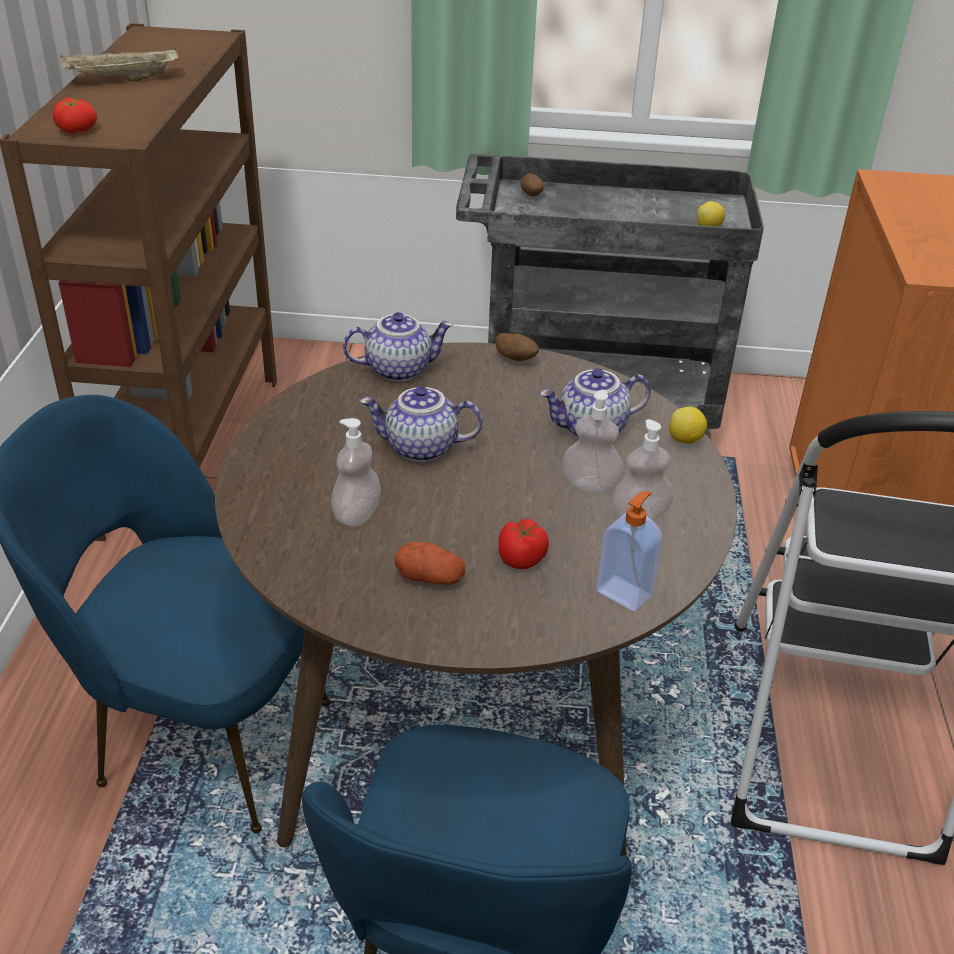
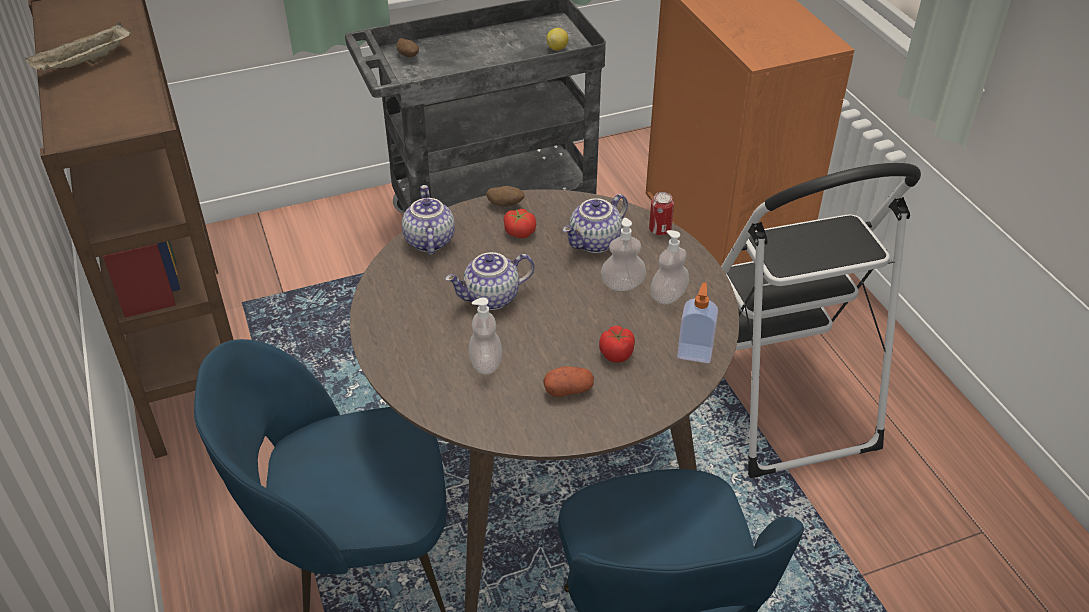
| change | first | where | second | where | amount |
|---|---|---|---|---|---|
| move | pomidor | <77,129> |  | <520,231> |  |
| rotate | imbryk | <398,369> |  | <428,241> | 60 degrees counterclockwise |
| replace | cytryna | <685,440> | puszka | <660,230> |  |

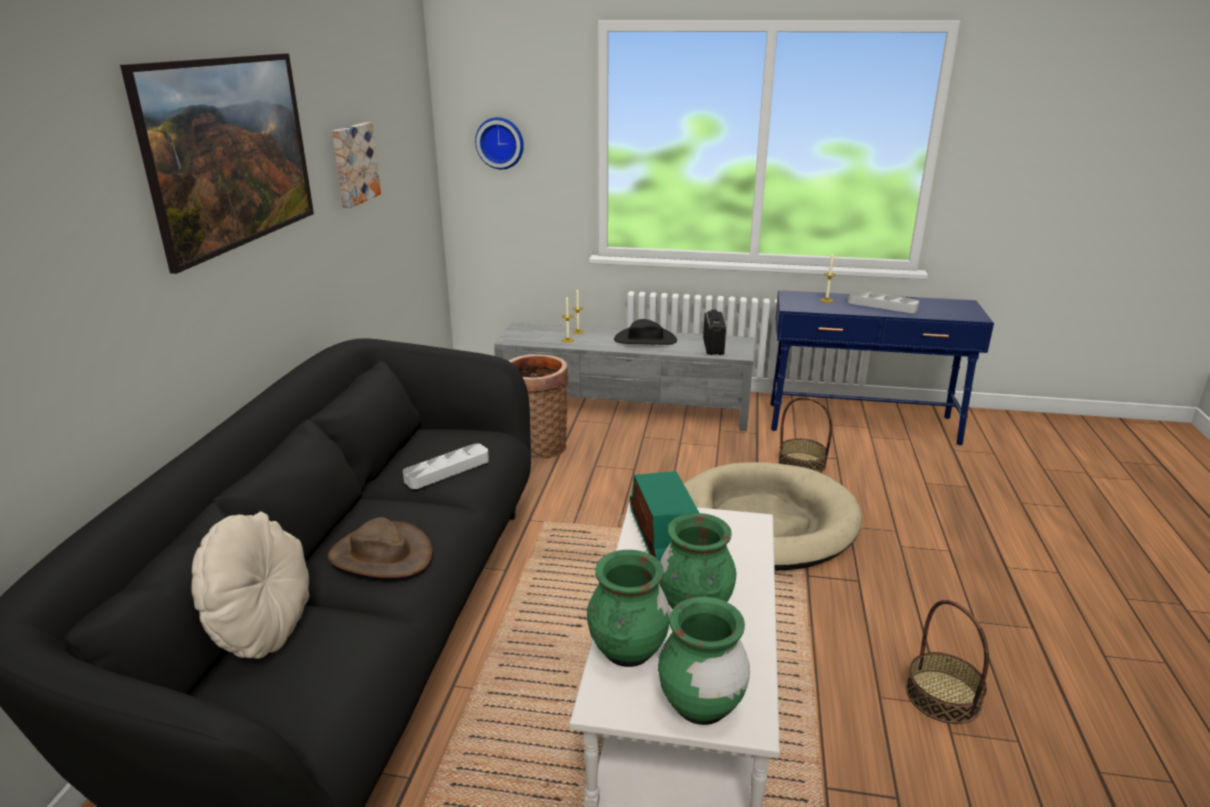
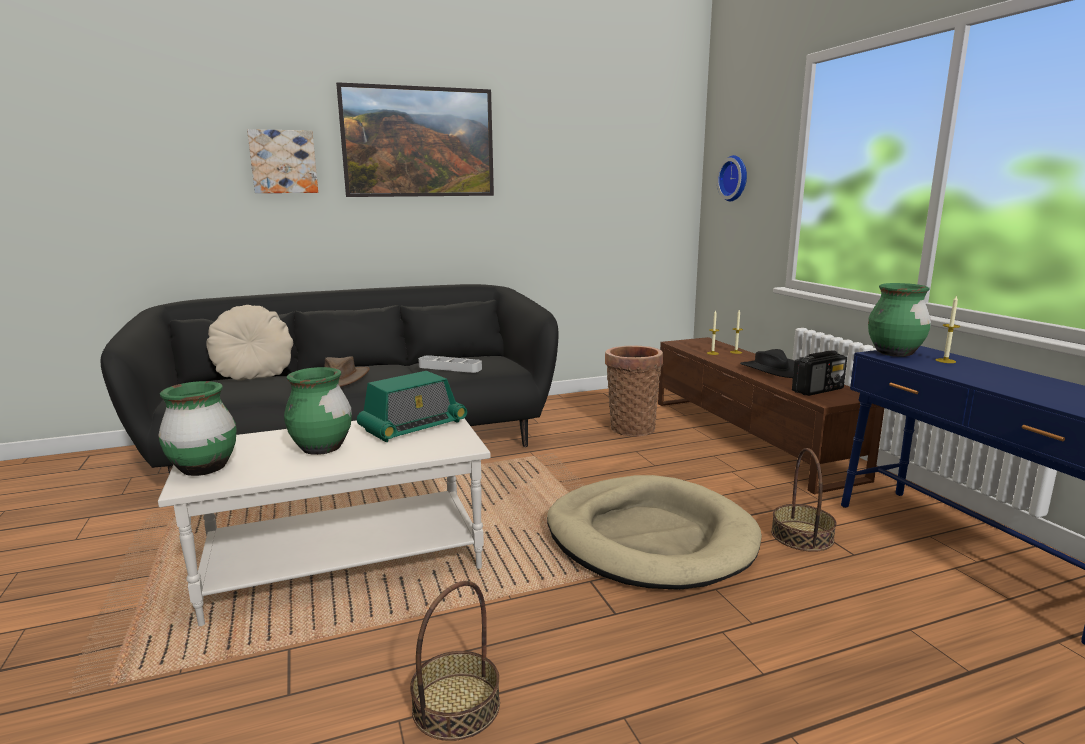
| change | first | where | second | where | amount |
|---|---|---|---|---|---|
| move | obraz | <353,164> |  | <283,162> |  |
| delete | taca/szary | <882,305> |  |  |  |
| recolor | szafka pod telewizor/szary | <625,408> | szafka pod telewizor/brązowy | <749,437> |  |
| move | wazon/zielony | <628,651> |  | <894,353> |  |

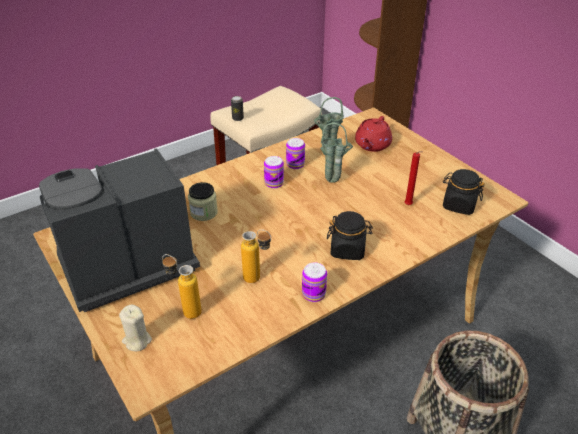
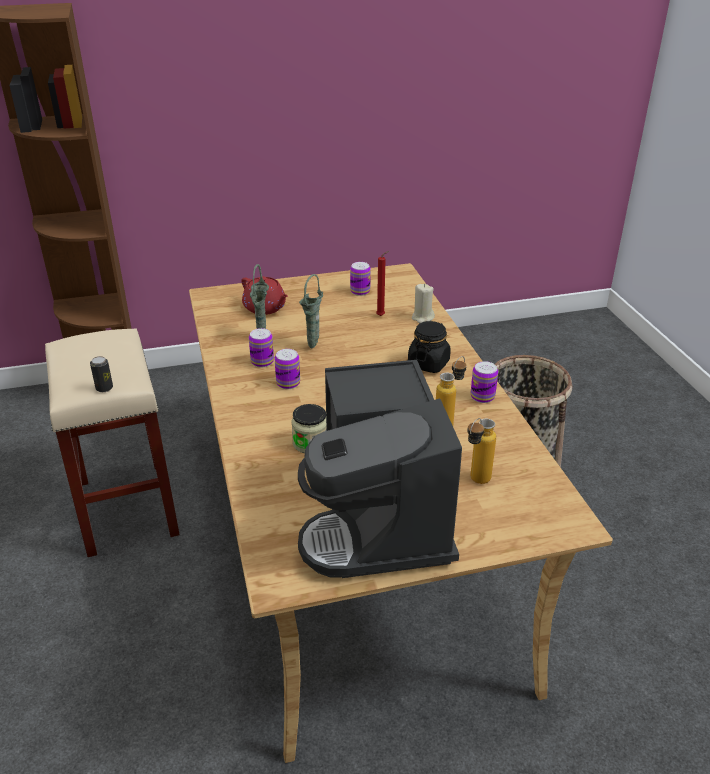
| change | first | where | second | where | amount |
|---|---|---|---|---|---|
| delete | słoik/czarny | <458,205> |  |  |  |
| move | świeca/beżowy | <137,340> |  | <422,317> |  |
| insert |  |  | puszka | <360,291> |  |

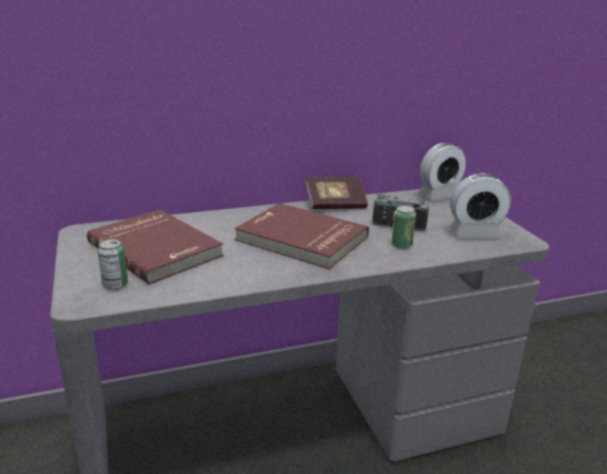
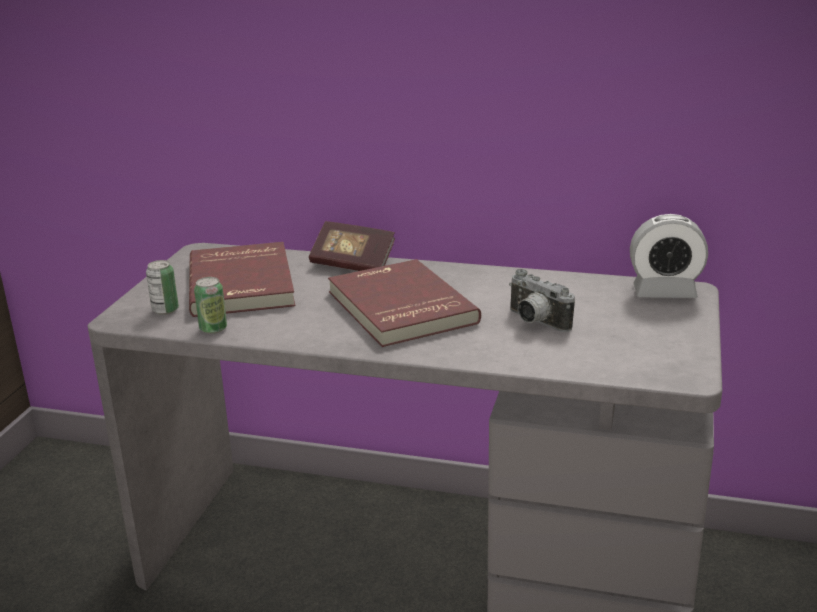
| change | first | where | second | where | amount |
|---|---|---|---|---|---|
| delete | budzik | <474,233> |  |  |  |
| move | książka | <335,205> |  | <353,264> |  |
| move | puszka | <401,245> |  | <213,329> |  |

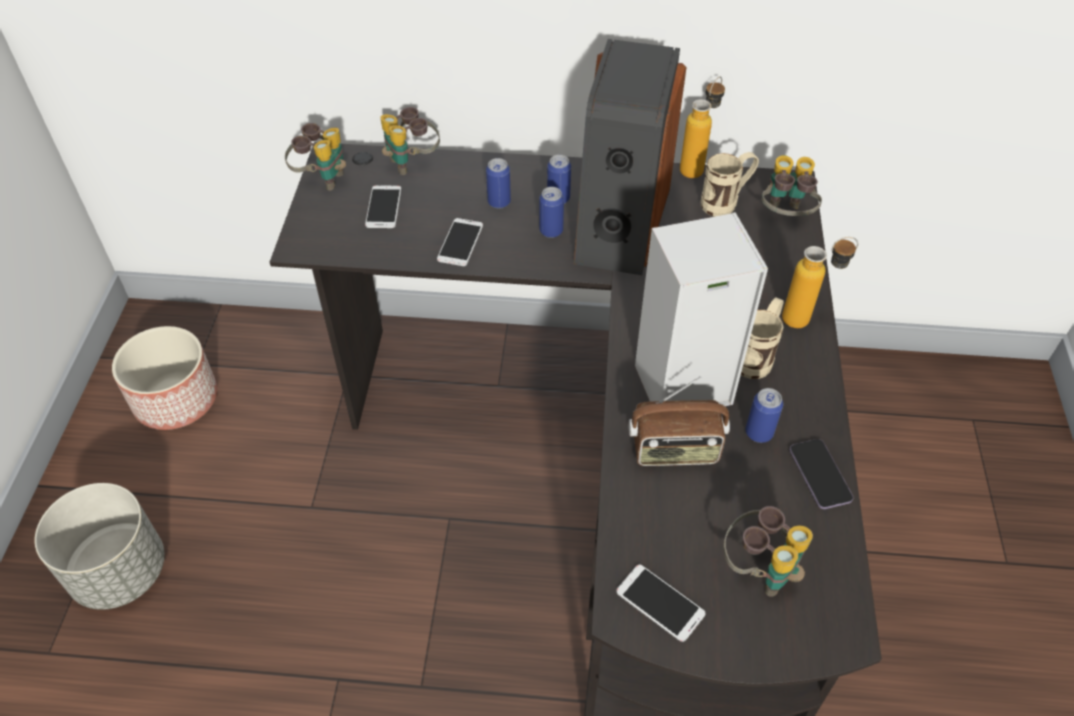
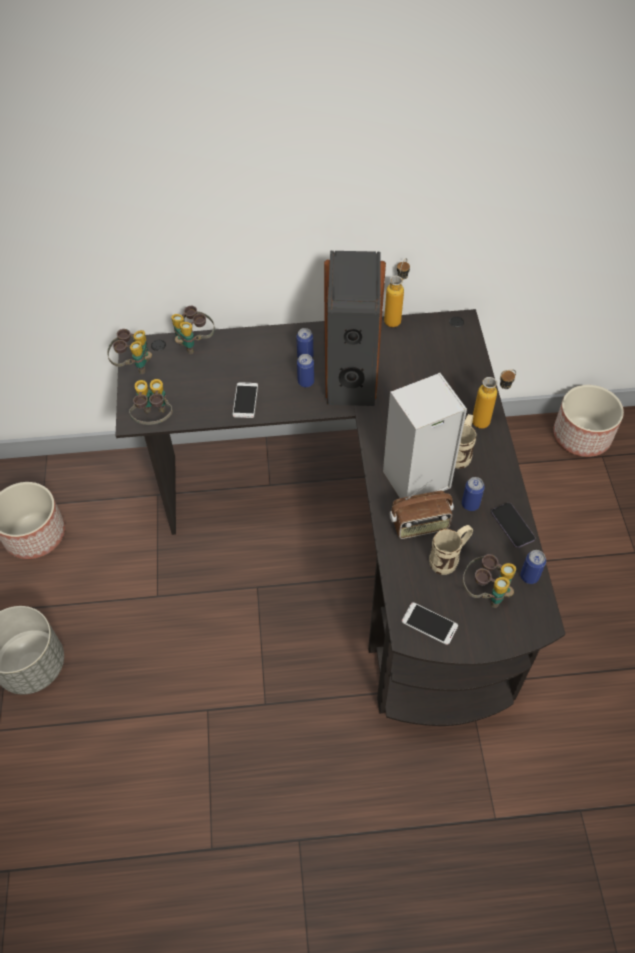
| change | first | where | second | where | amount |
|---|---|---|---|---|---|
| move | kubek/beżowy | <725,203> |  | <449,559> |  |
| move | lornetka | <784,216> |  | <154,419> |  |
| move | puszka | <499,202> |  | <529,576> |  |
| delete | telefon | <383,207> |  |  |  |
| insert |  |  | donica | <582,435> |  |

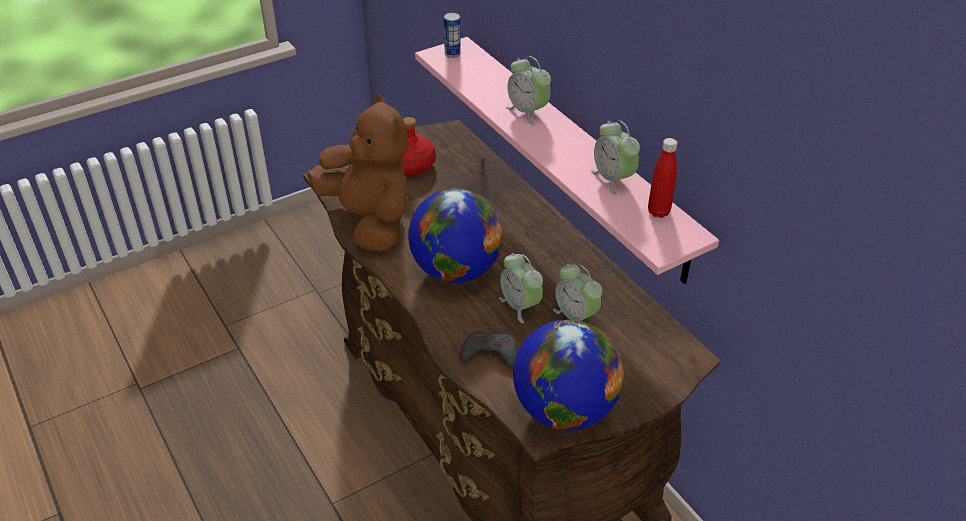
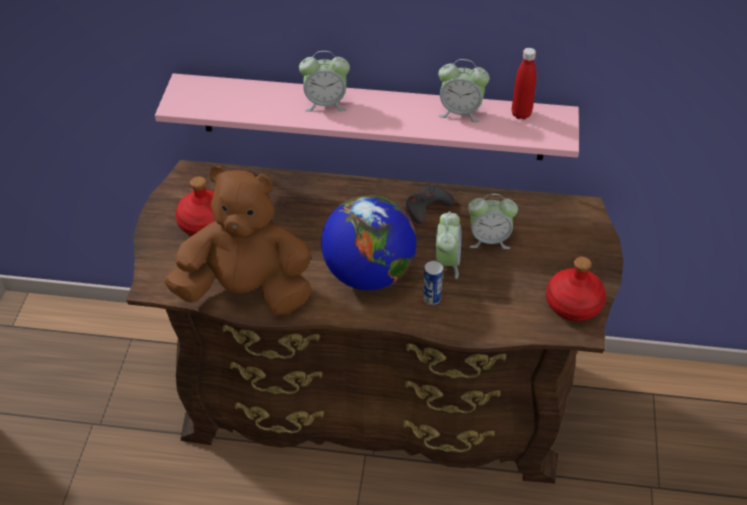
| change | first | where | second | where | amount |
|---|---|---|---|---|---|
| move | puszka | <452,54> |  | <431,299> |  |
| rotate | budzik | <520,306> |  | <447,262> | 90 degrees counterclockwise |
| replace | globus | <564,409> | butelka/czerwony | <574,304> |  |
| move | pad do gier/szary | <490,353> |  | <427,207> |  |

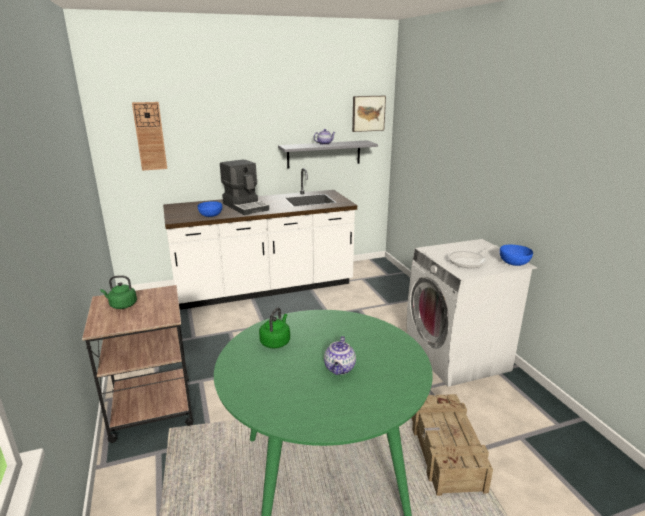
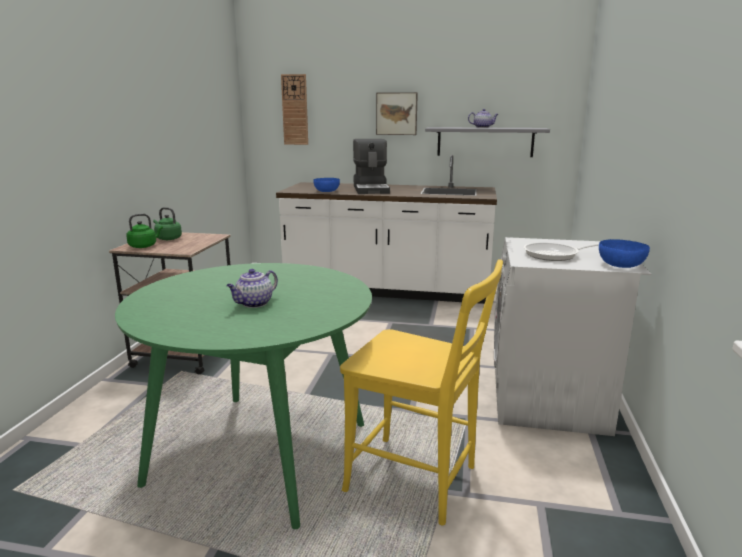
| change | first | where | second | where | amount |
|---|---|---|---|---|---|
| move | obraz | <368,113> |  | <396,113> |  |
| move | czajnik/zielony | <276,342> |  | <144,246> |  |
| replace | skrzynka | <445,452> | krzesło/żółty | <418,481> |  |

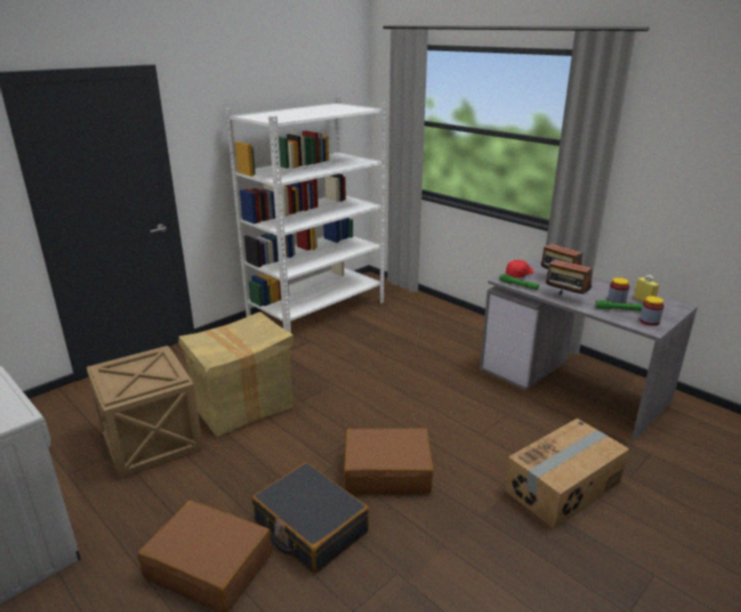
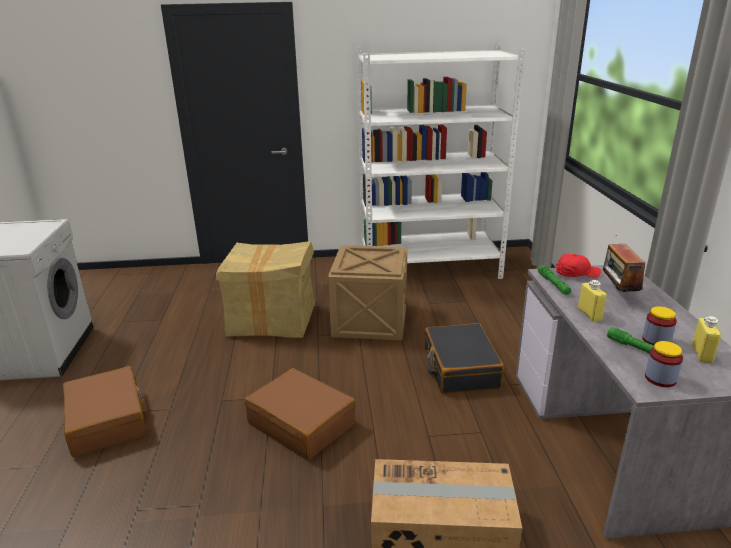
| change | first | where | second | where | amount |
|---|---|---|---|---|---|
| replace | radio | <565,298> | butelka/żółty | <589,314> |  |
| move | skrzynka | <151,439> |  | <370,320> |  |
| move | walizka/czarny | <310,527> |  | <460,368> |  |

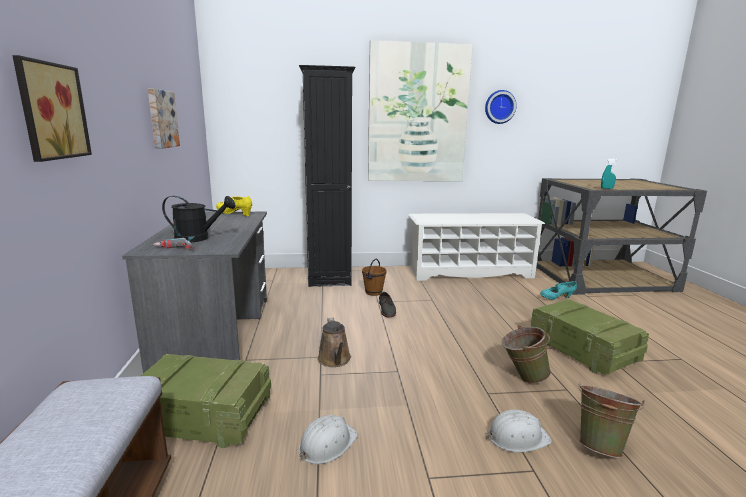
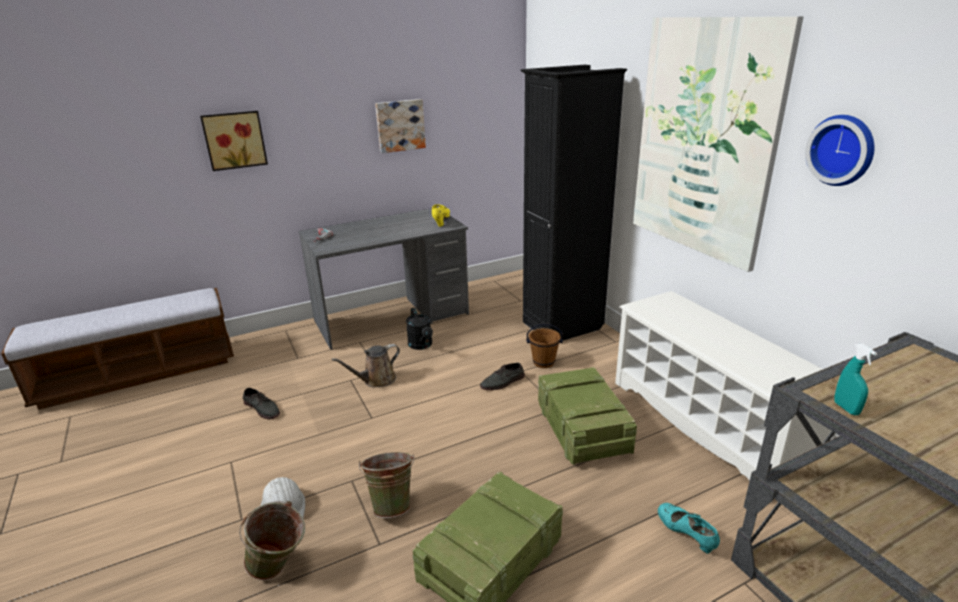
| change | first | where | second | where | amount |
|---|---|---|---|---|---|
| move | konewka/czarny | <198,238> |  | <421,345> |  |
| move | skrzynka | <203,418> |  | <583,431> |  |
| replace | kask/biały | <327,444> | but/szary | <262,408> |  |

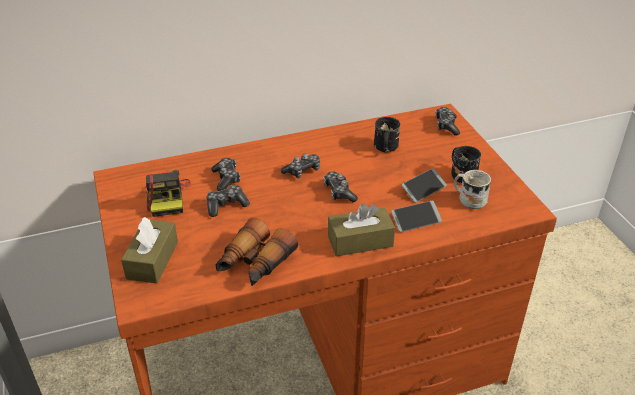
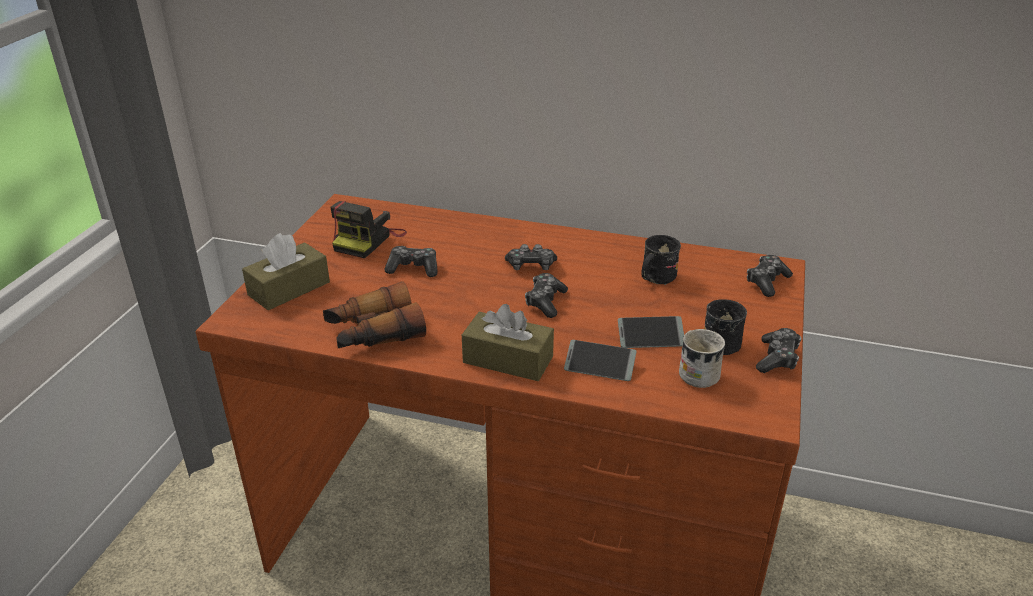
| change | first | where | second | where | amount |
|---|---|---|---|---|---|
| move | pad do gier | <226,179> |  | <777,358> |  |

